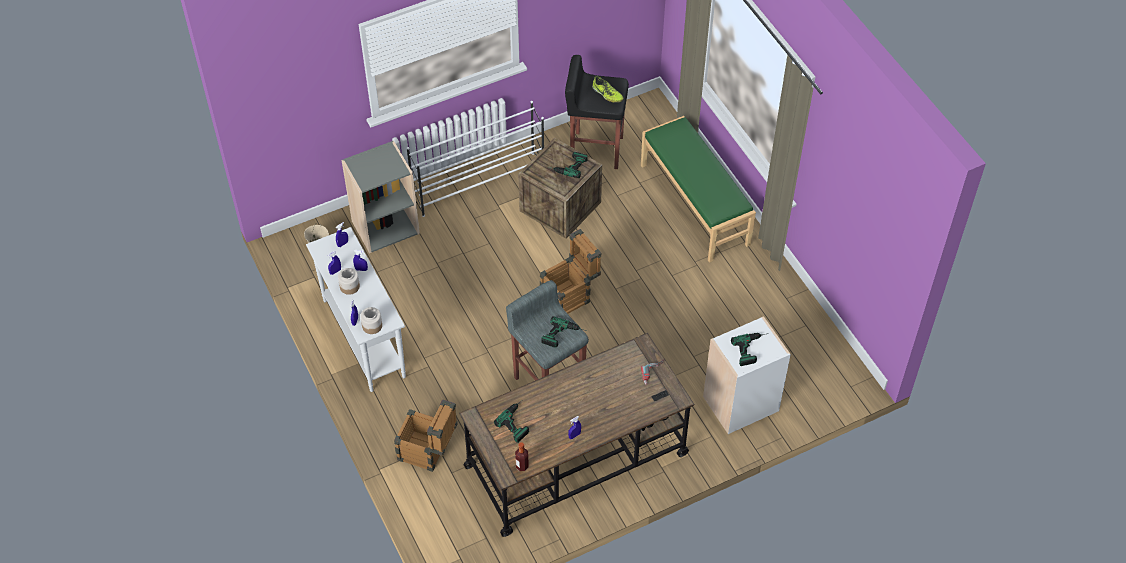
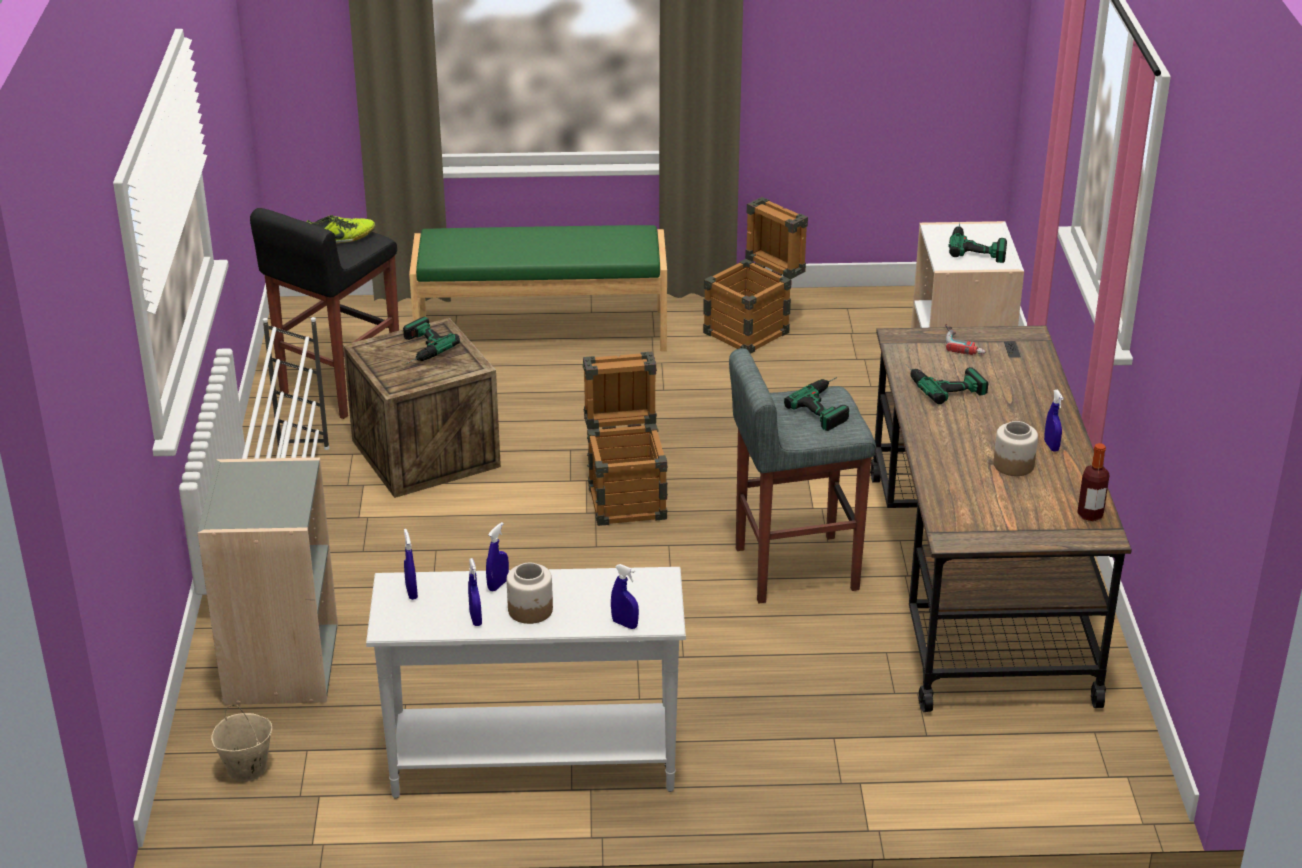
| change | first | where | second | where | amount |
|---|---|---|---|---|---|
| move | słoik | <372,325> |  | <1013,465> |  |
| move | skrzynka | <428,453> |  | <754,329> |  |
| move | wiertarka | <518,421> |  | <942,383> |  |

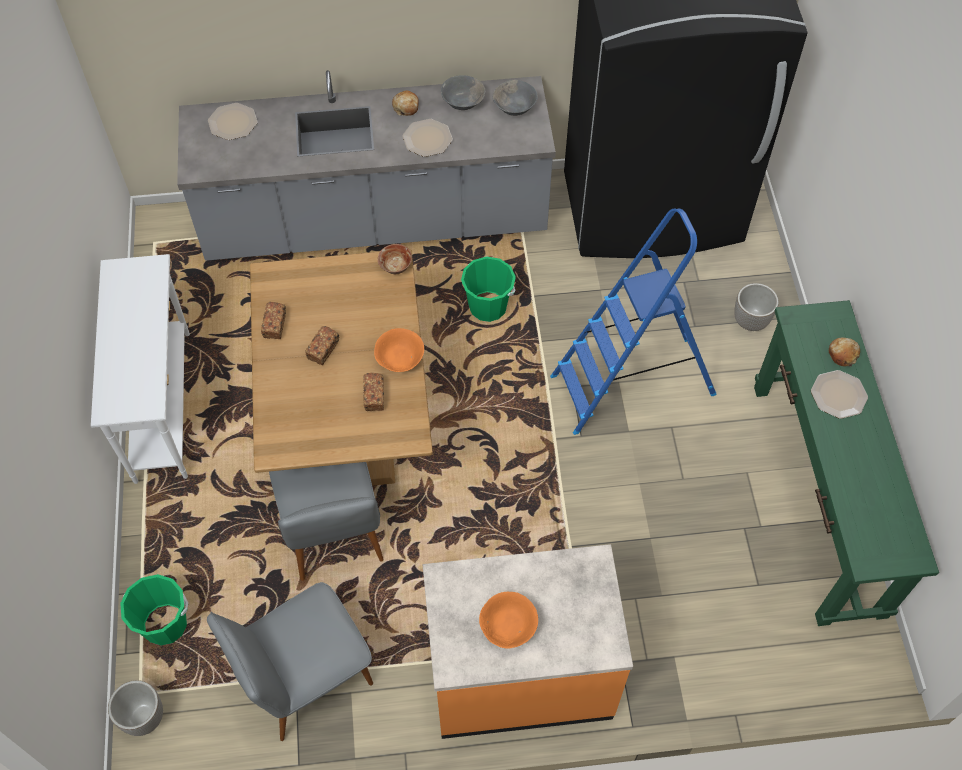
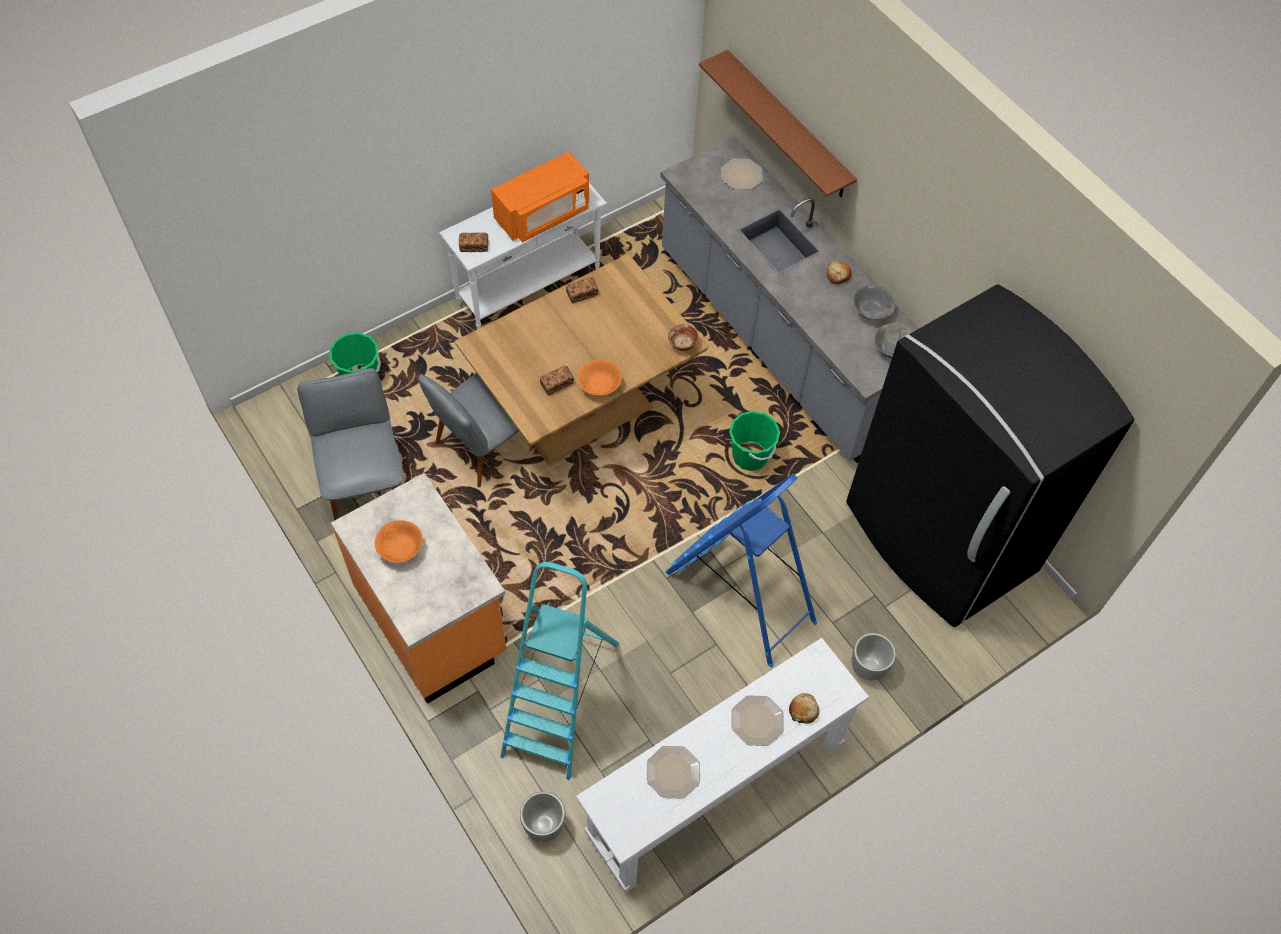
| change | first | where | second | where | amount |
|---|---|---|---|---|---|
| move | talerz | <427,138> |  | <673,772> |  |
| recolor | stolik konsolowy/zielony | <817,496> | stolik konsolowy/biały | <715,790> |  |
| move | chleb | <323,350> |  | <474,246> |  |
| rotate | krzesło/szary | <306,675> |  | <364,481> | 45 degrees clockwise |
| move | donica | <144,718> |  | <543,826> |  |
| insert |  |  | półka/brązowy | <788,126> |  |
| insert |  |  | mikrofalówka/pomarańczowy | <543,214> |  |
| insert |  |  | drabinka/turkusowy | <561,699> |  |

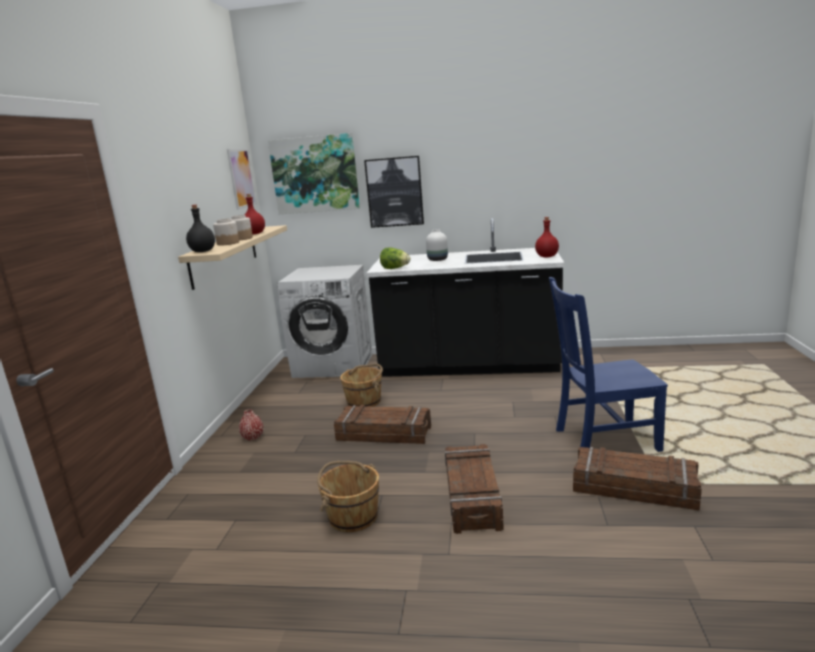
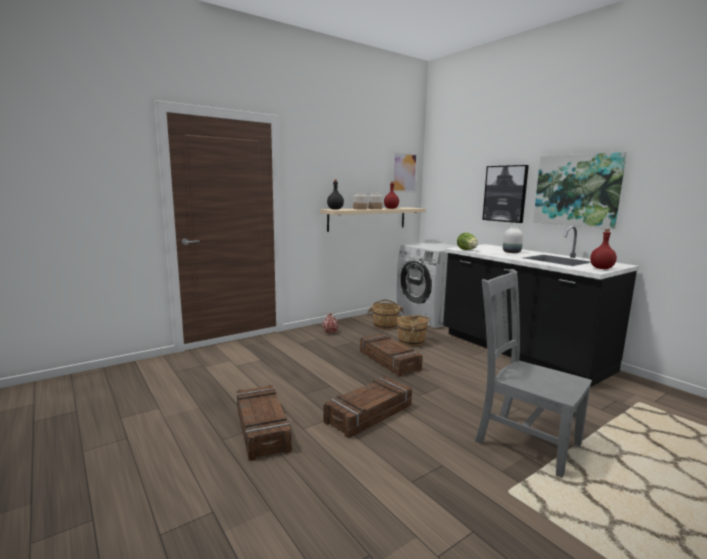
| change | first | where | second | where | amount |
|---|---|---|---|---|---|
| move | obraz | <315,174> |  | <577,190> |  |
| recolor | krzesło/niebieski | <602,440> | krzesło/szary | <524,441> |  |
| move | skrzynka | <634,487> |  | <263,428> |  |
| move | wiadro/brązowy | <352,516> |  | <385,325> |  |

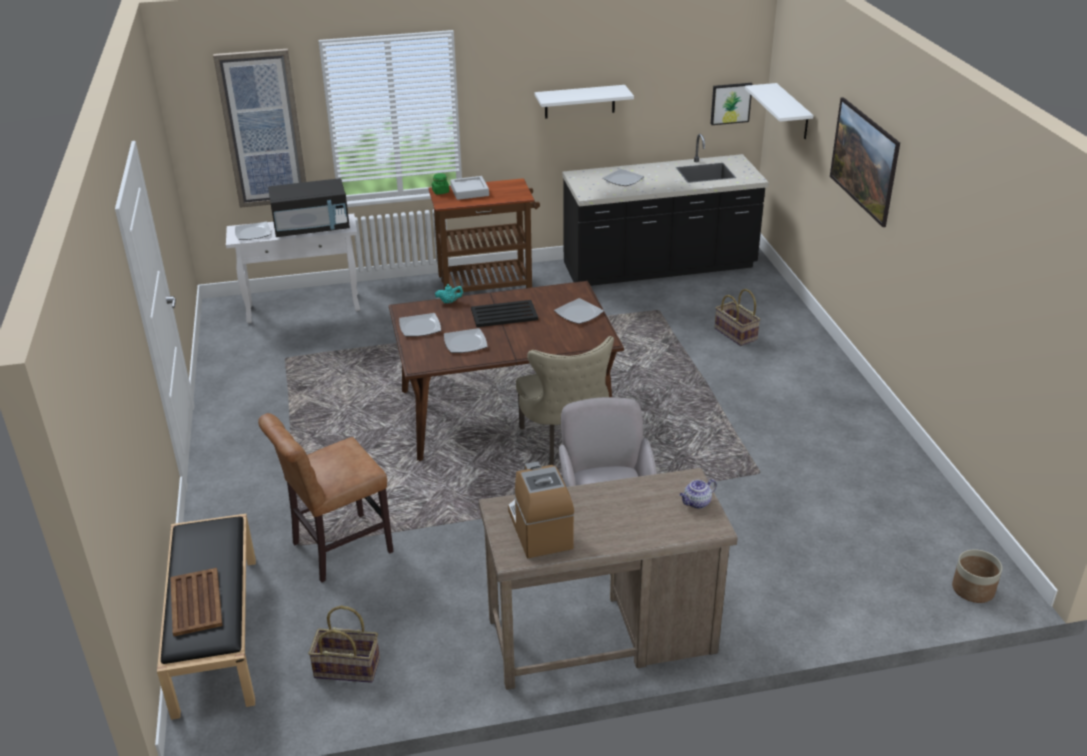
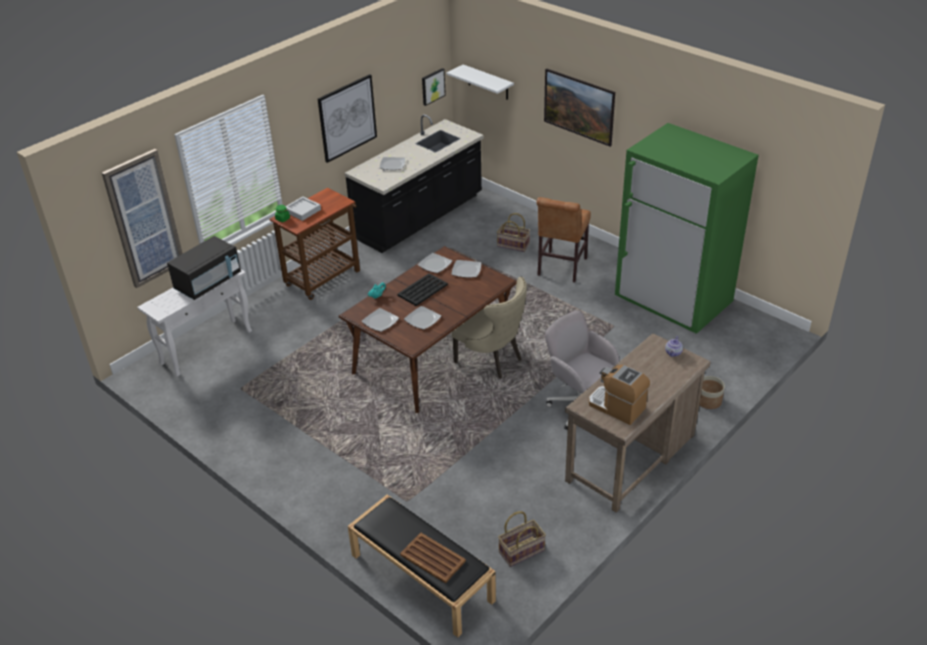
| change | first | where | second | where | amount |
|---|---|---|---|---|---|
| replace | półka/biały | <580,101> | obraz | <347,118> |  |
| move | talerz | <253,233> |  | <434,264> |  |
| move | krzesło/brązowy | <337,549> |  | <561,268> |  |
| move | donica | <973,589> |  | <708,401> |  |
| insert |  |  | lodówka/zielony | <673,298> |  |

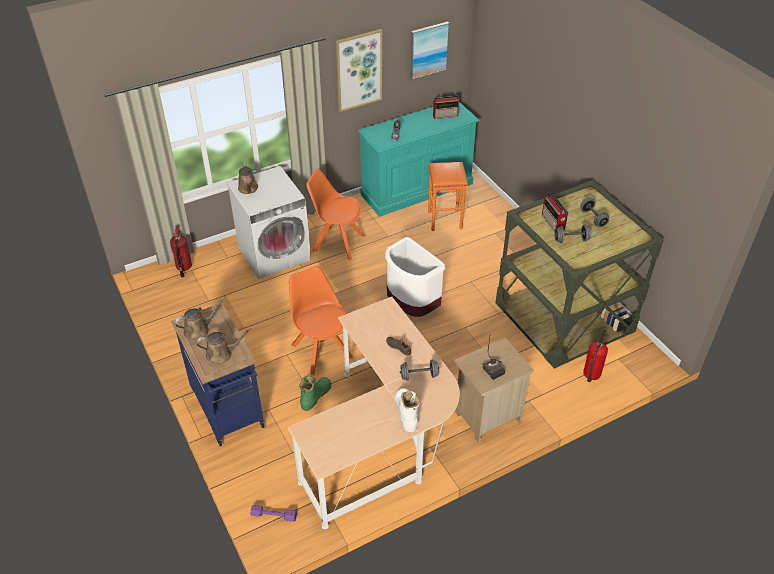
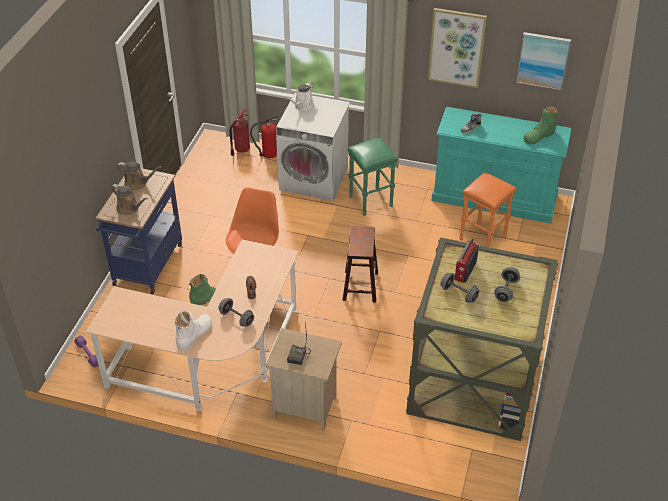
| change | first | where | second | where | amount |
|---|---|---|---|---|---|
| replace | radio | <446,115> | but z cholewką/zielony | <539,136> |  |
| recolor | konewka/brązowy | <248,189> | konewka/biały | <302,106> |  |
| replace | krzesło/pomarańczowy | <337,242> | stołek/zielony | <371,200> |  |
| replace | kosz na śmieci/biały | <411,307> | stołek/brązowy | <360,287> |  |
| move | gaśnica | <591,375> |  | <268,154> |  |

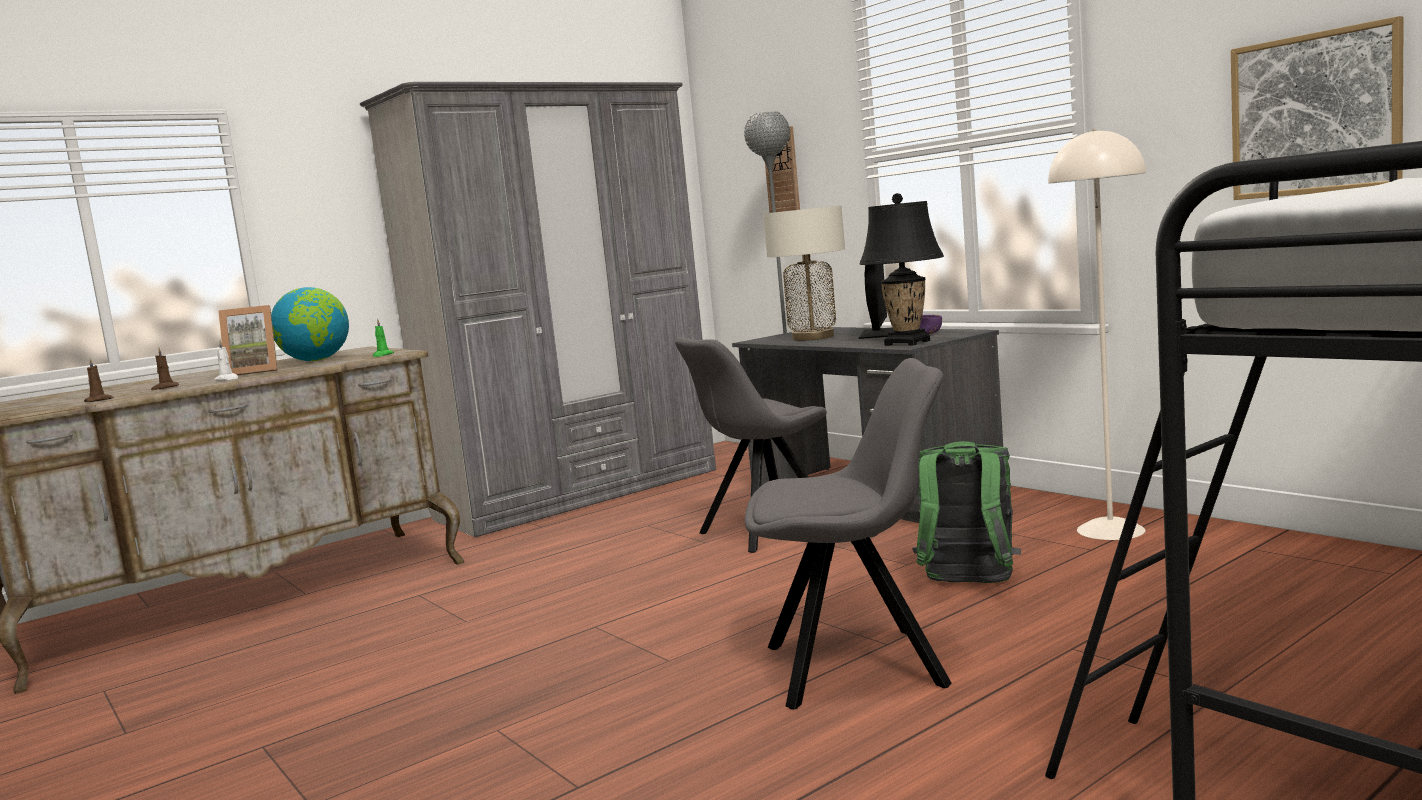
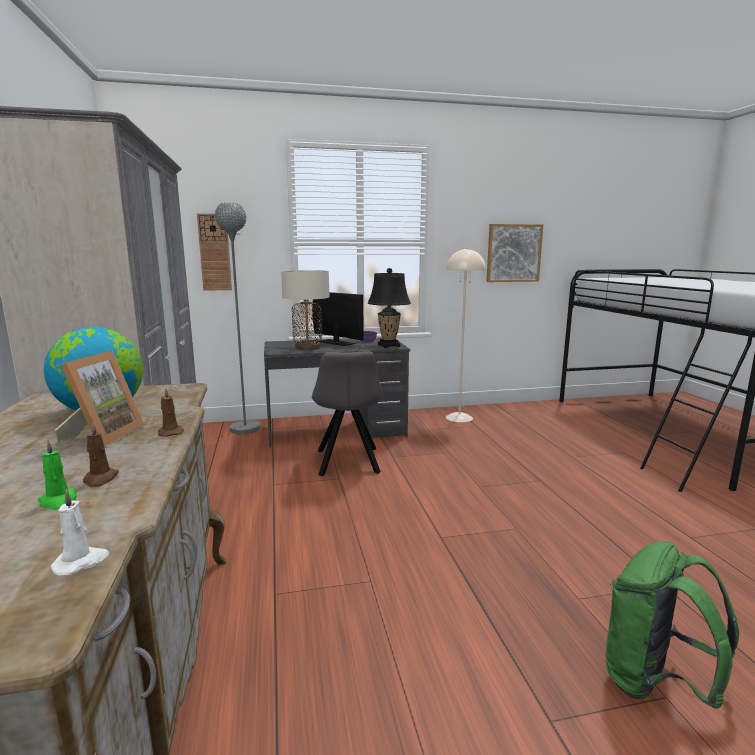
| change | first | where | second | where | amount |
|---|---|---|---|---|---|
| move | świeca/zielony | <382,355> |  | <58,501> |  |
| move | świeca/biały | <227,379> |  | <81,562> |  |
| move | świeca/brązowy | <99,400> |  | <170,432> |  |
| delete | krzesło/szary | <856,666> |  |  |  |
| move | plecak/zielony | <968,585> |  | <654,682> |  |

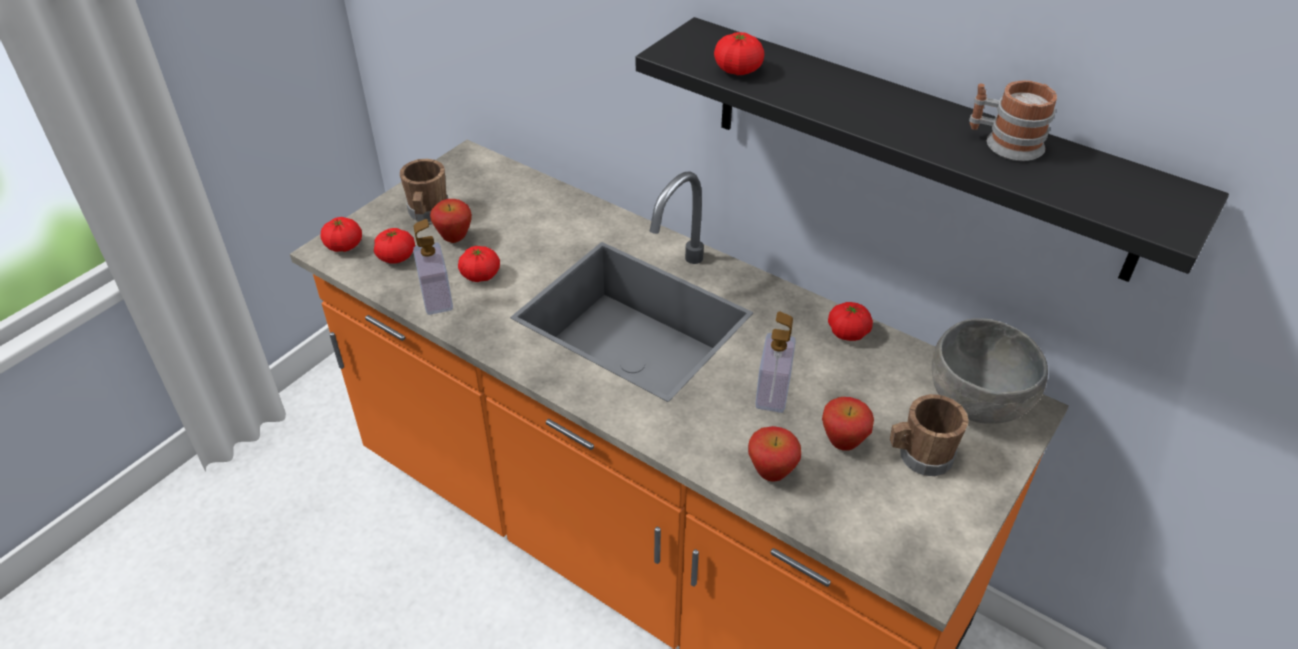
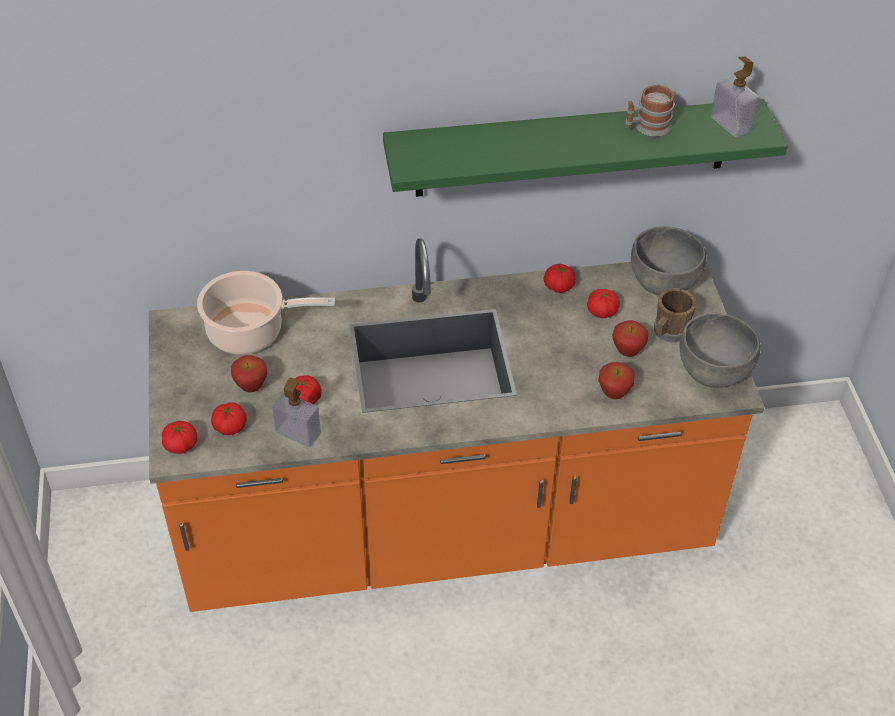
| change | first | where | second | where | amount |
|---|---|---|---|---|---|
| recolor | półka/czarny | <918,146> | półka/zielony | <572,148> |  |
| move | pomidor | <738,70> |  | <602,311> |  |
| delete | kubek/brązowy | <428,213> |  |  |  |
| move | dozownik mydła | <773,392> |  | <730,124> |  |
| insert |  |  | garnek | <251,331> |  |
| insert |  |  | miska/szary | <712,373> |  |

